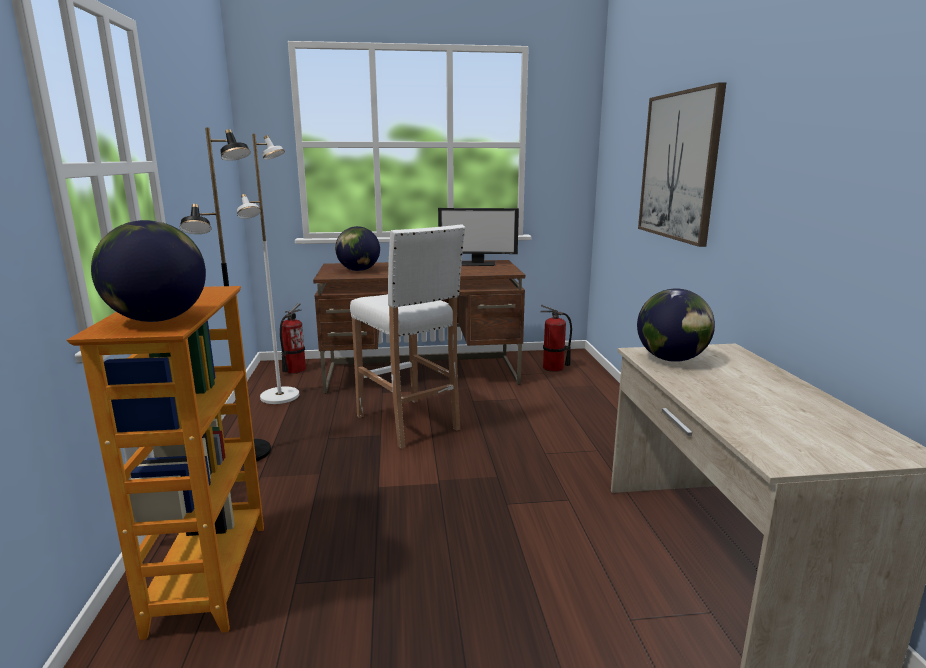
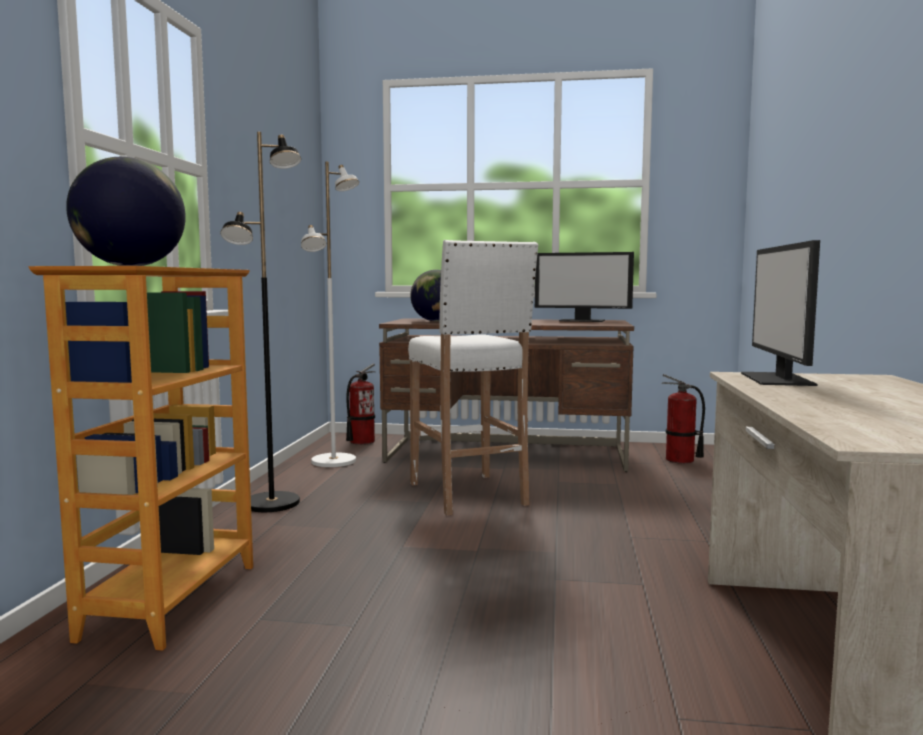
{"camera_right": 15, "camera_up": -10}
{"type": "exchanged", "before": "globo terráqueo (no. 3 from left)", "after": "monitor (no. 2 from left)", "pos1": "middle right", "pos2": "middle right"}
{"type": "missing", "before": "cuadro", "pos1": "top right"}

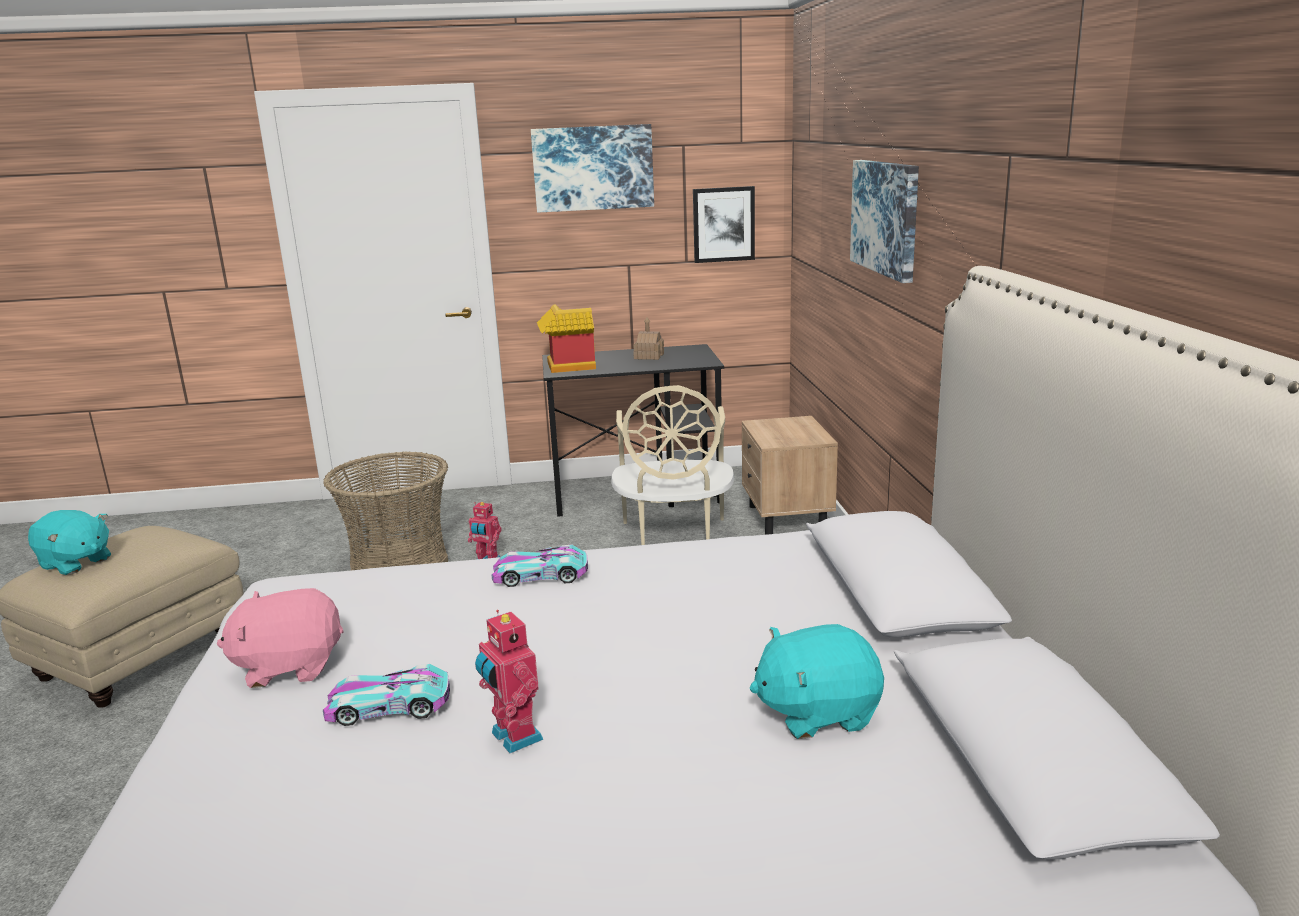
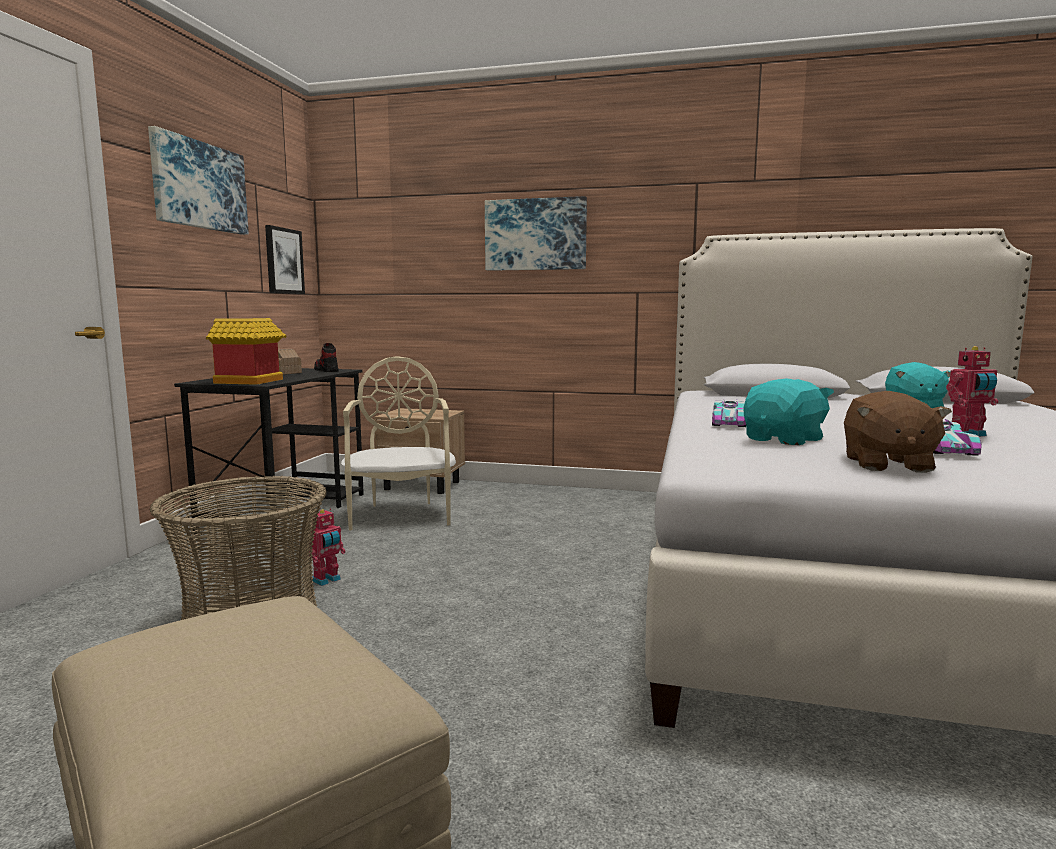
{"camera_right": -70, "camera_up": -10}
{"type": "relocated", "before": "peluche [turquesa] (no. 1 from left)", "pos1": "middle left", "pos2": "middle right"}
{"type": "colour", "before": "peluche [rosa]", "after": "peluche [marrón]", "pos1": "bottom left", "pos2": "middle right"}
{"type": "spun", "before": "silla [beis]", "pos1": "centre", "pos2": "centre", "turn": -120}
{"type": "appeared", "after": "zapato", "pos2": "middle left"}

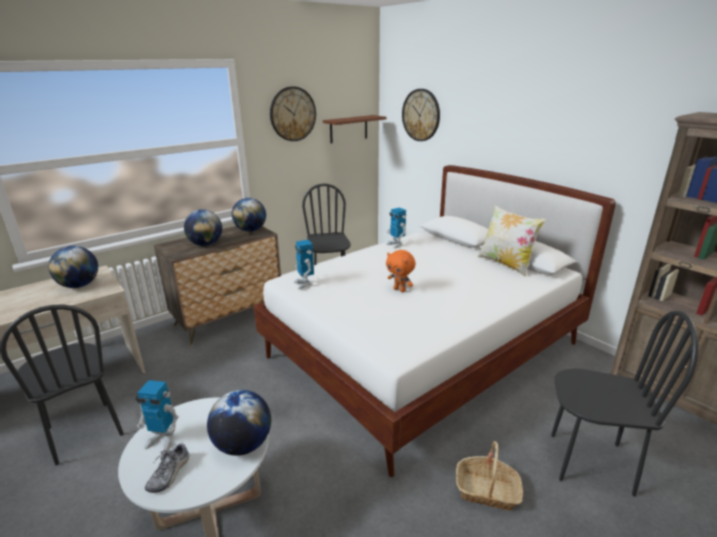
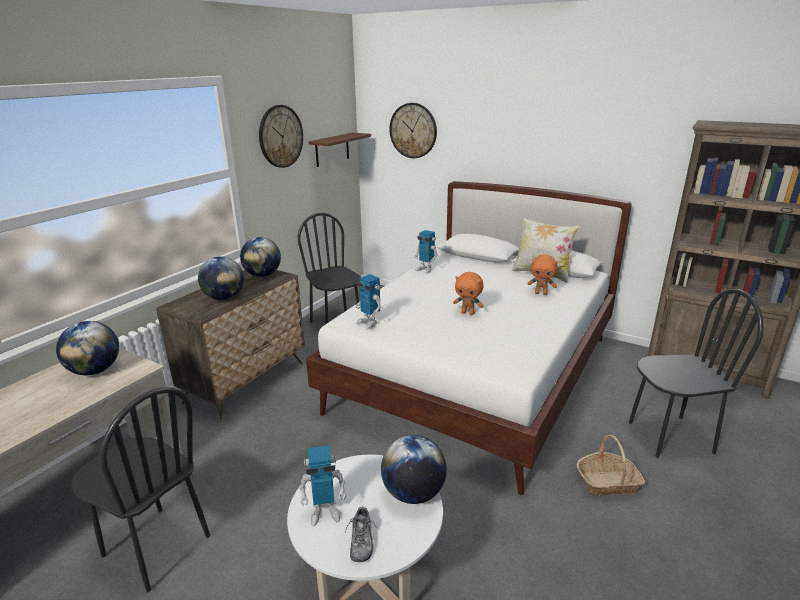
{"camera_right": -20, "camera_up": 0}
{"type": "appeared", "after": "peluche [naranja] (no. 2 from left)", "pos2": "middle right"}

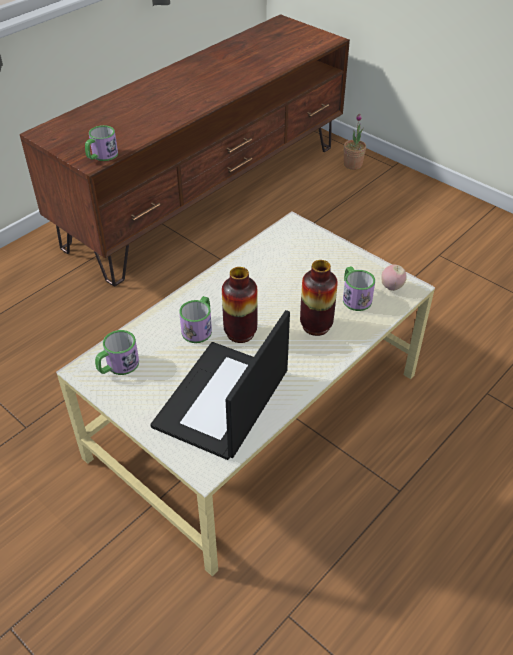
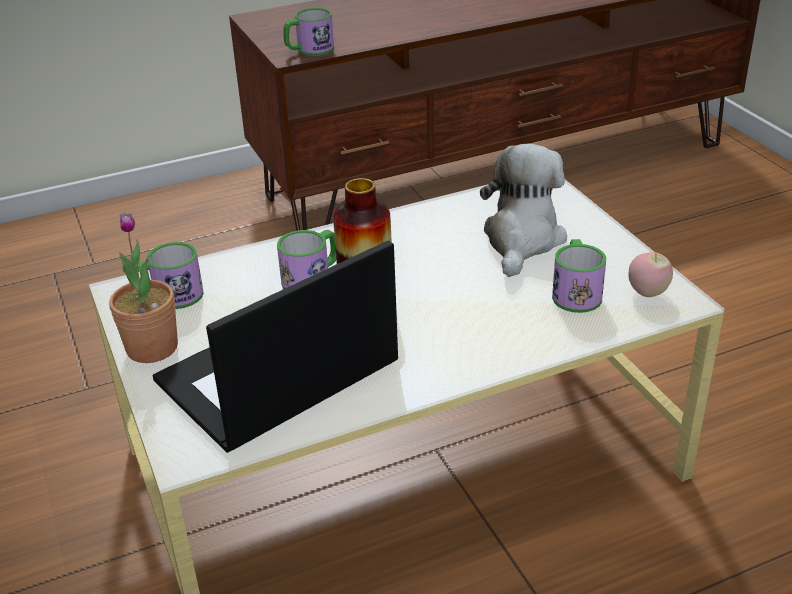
{"camera_right": 25, "camera_up": -10}
{"type": "missing", "before": "florero (no. 2 from left)", "pos1": "centre"}
{"type": "relocated", "before": "planta en maceta", "pos1": "top right", "pos2": "middle left"}
{"type": "appeared", "after": "peluche", "pos2": "centre"}

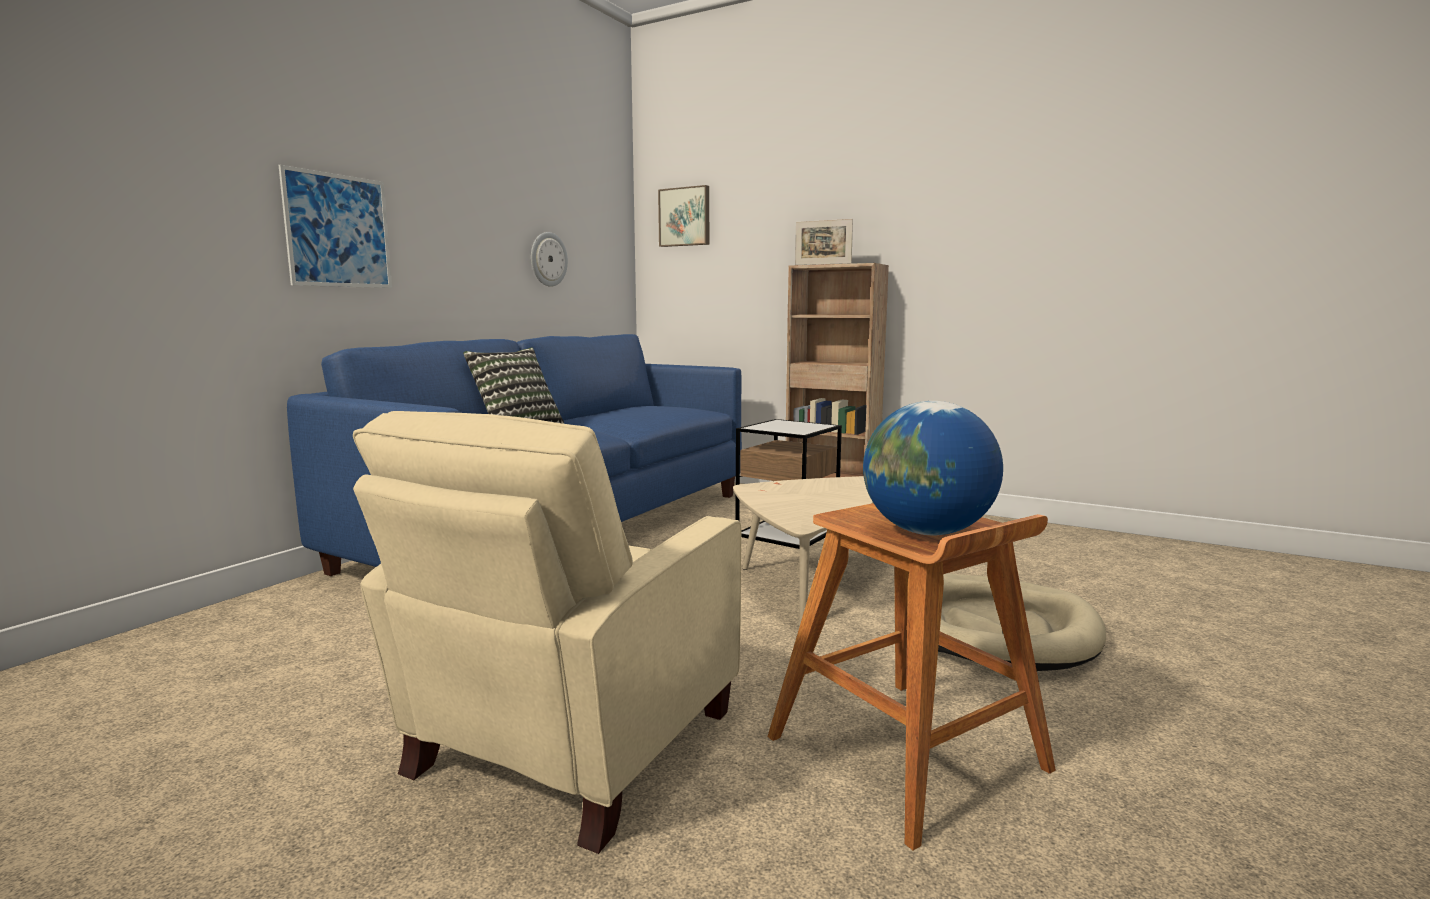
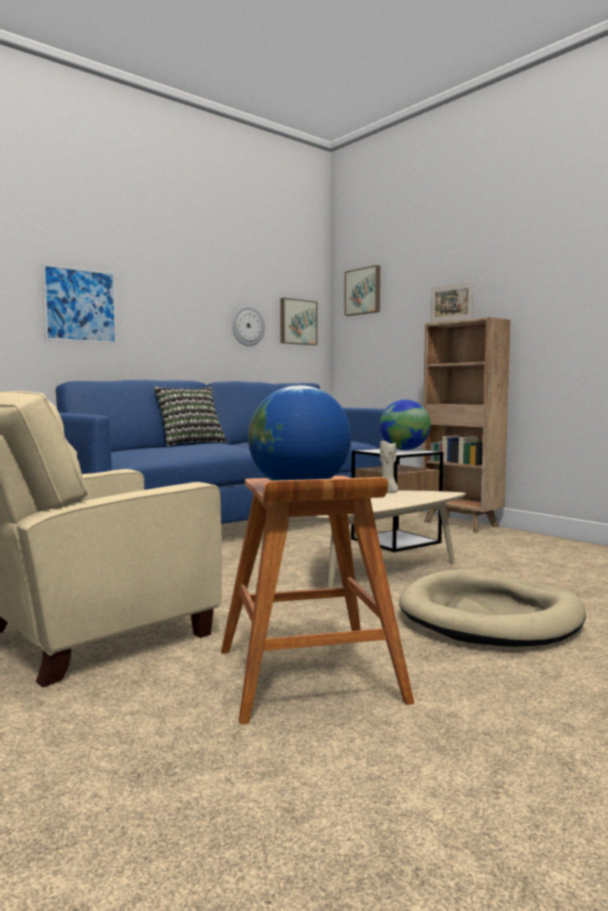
{"camera_right": 20, "camera_up": -5}
{"type": "appeared", "after": "cuadro (no. 2 from left)", "pos2": "centre"}
{"type": "appeared", "after": "globo terráqueo (no. 2 from left)", "pos2": "centre"}
{"type": "appeared", "after": "vela [beis]", "pos2": "centre"}

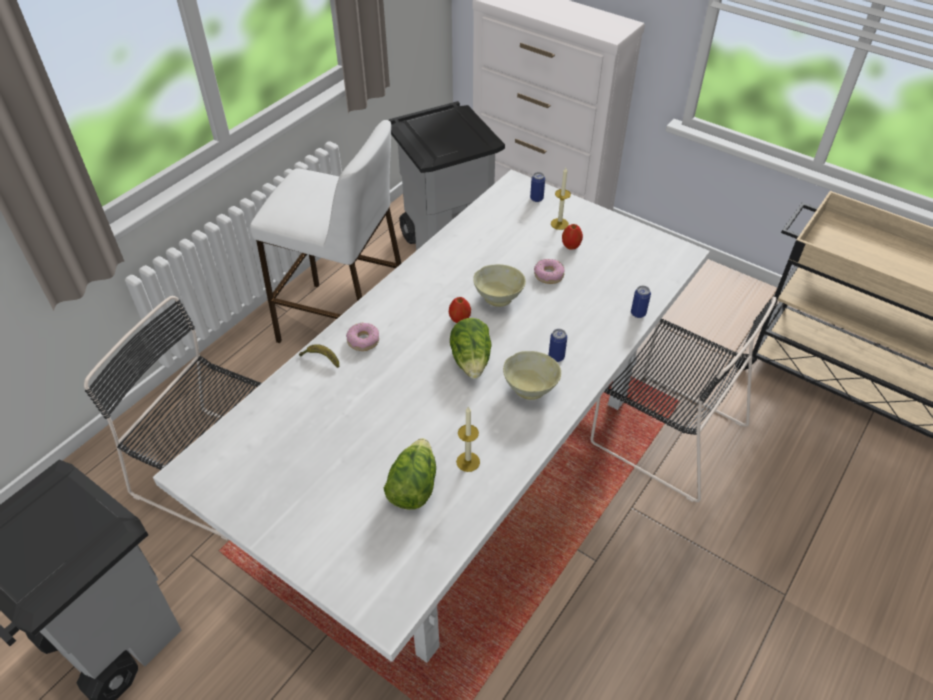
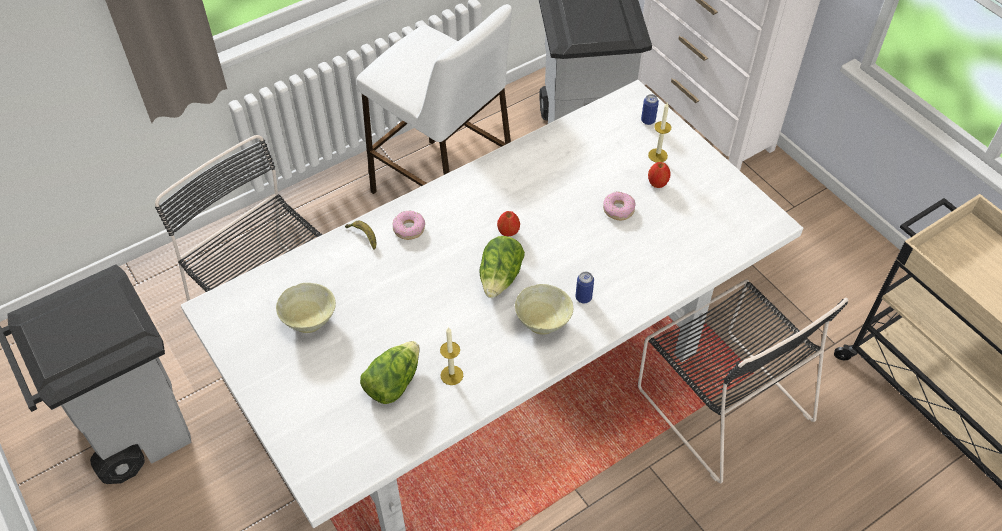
{"camera_right": 20, "camera_up": 5}
{"type": "relocated", "before": "cuenco [beis] (no. 1 from left)", "pos1": "centre", "pos2": "middle left"}
{"type": "missing", "before": "lata (no. 3 from left)", "pos1": "middle right"}

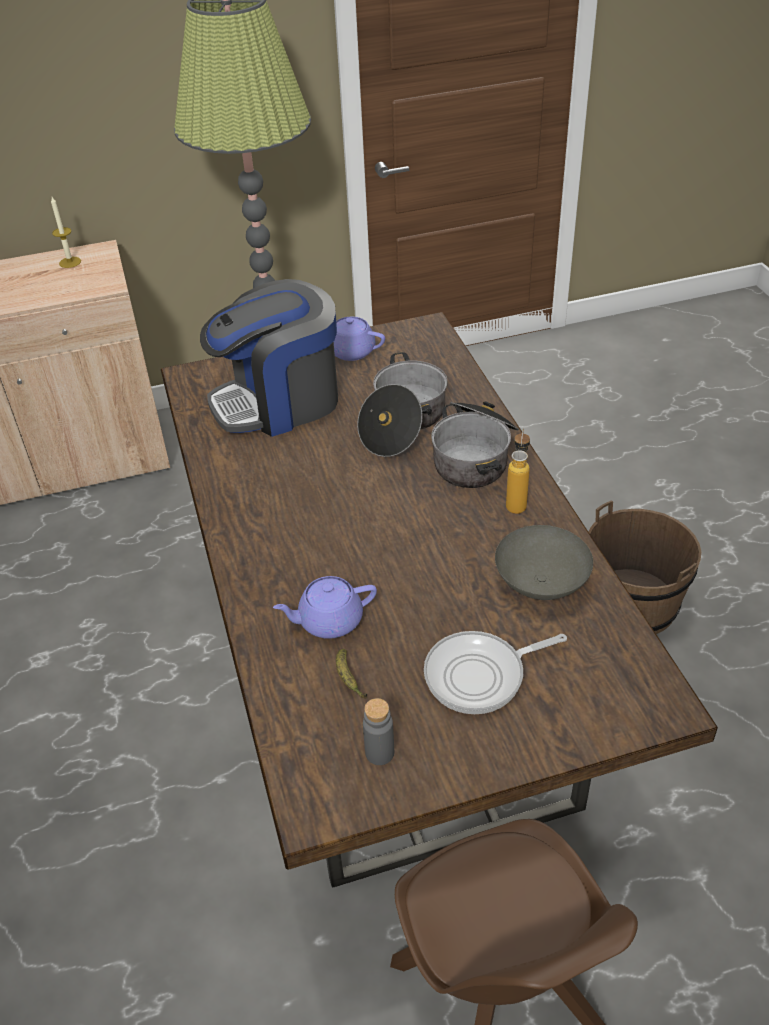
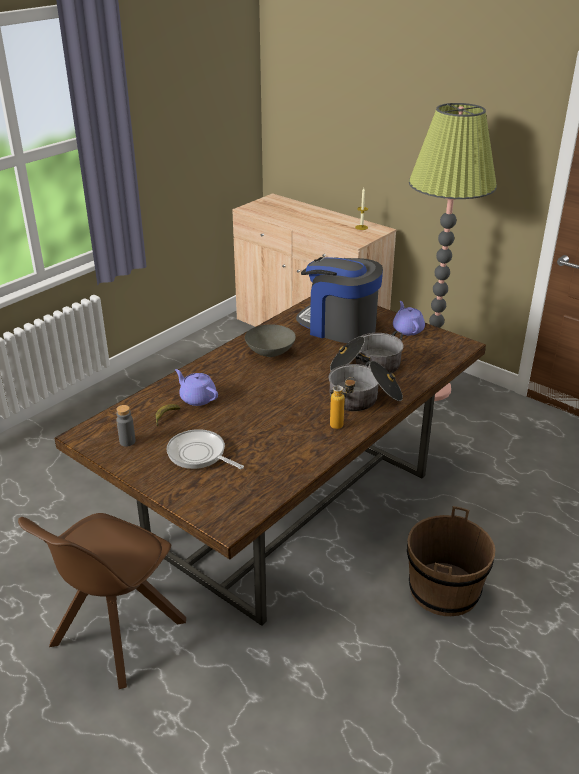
{"camera_right": 55, "camera_up": -10}
{"type": "relocated", "before": "cuenco [gris]", "pos1": "middle right", "pos2": "centre"}

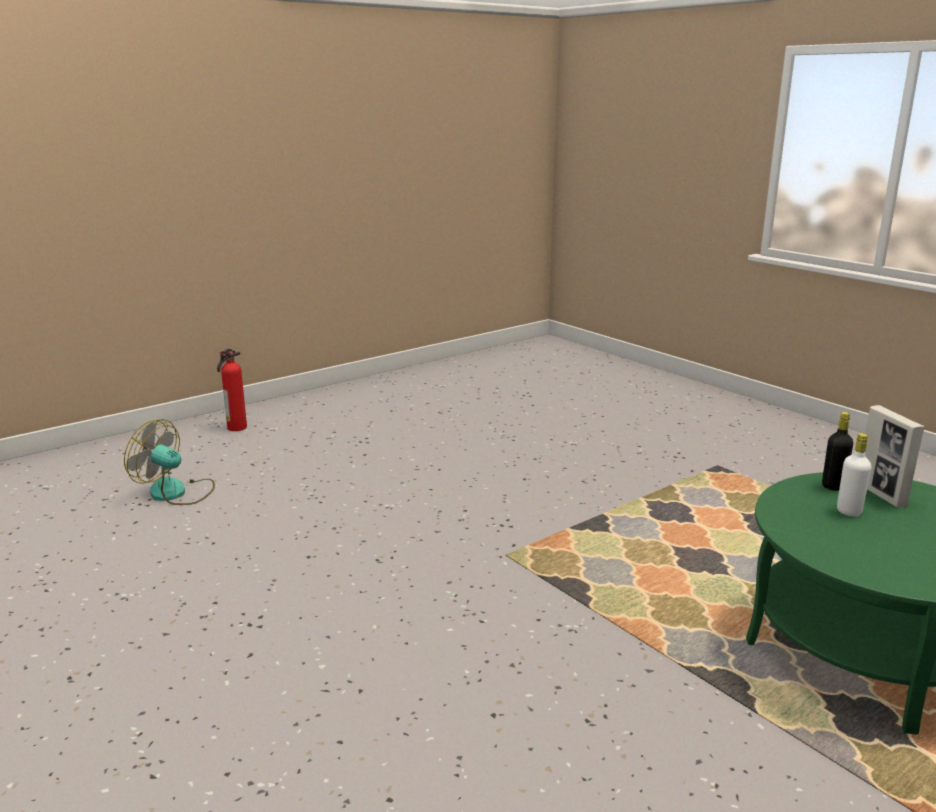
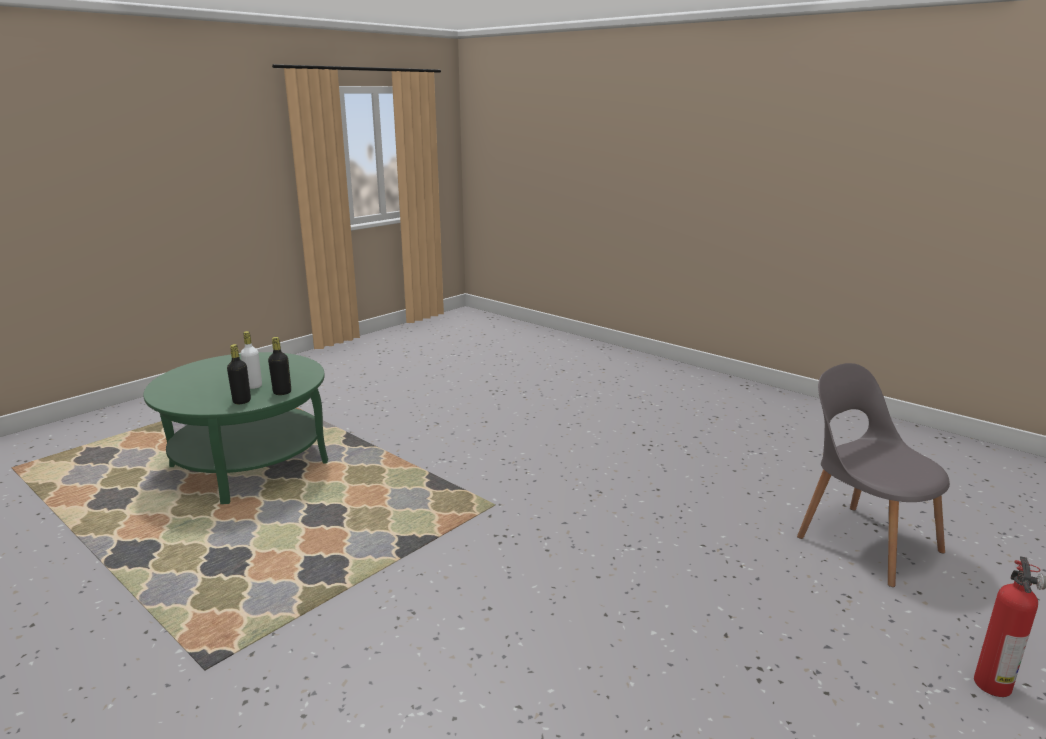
{"camera_right": 170, "camera_up": 0}
{"type": "exchanged", "before": "ventilador", "after": "silla [gris]", "pos1": "middle left", "pos2": "middle right"}
{"type": "missing", "before": "portarretratos", "pos1": "middle right"}
{"type": "appeared", "after": "botella [negro] (no. 2 from left)", "pos2": "middle left"}

